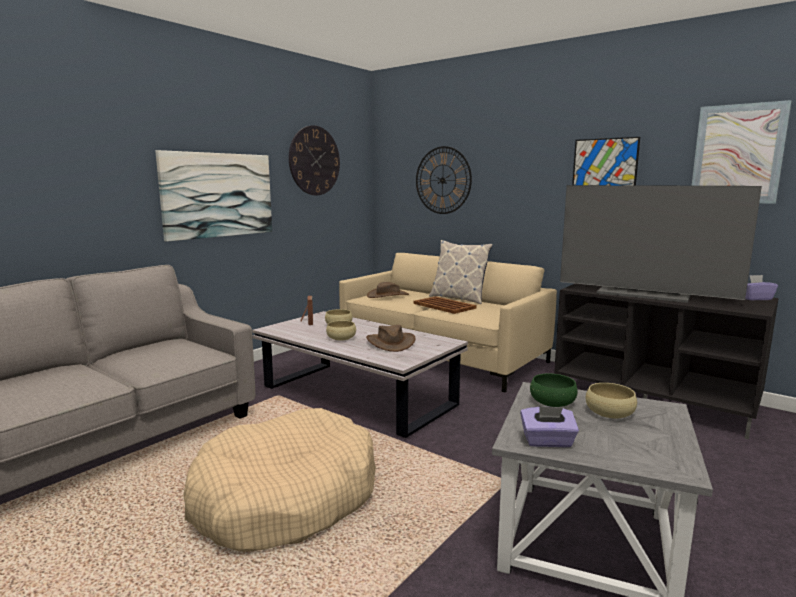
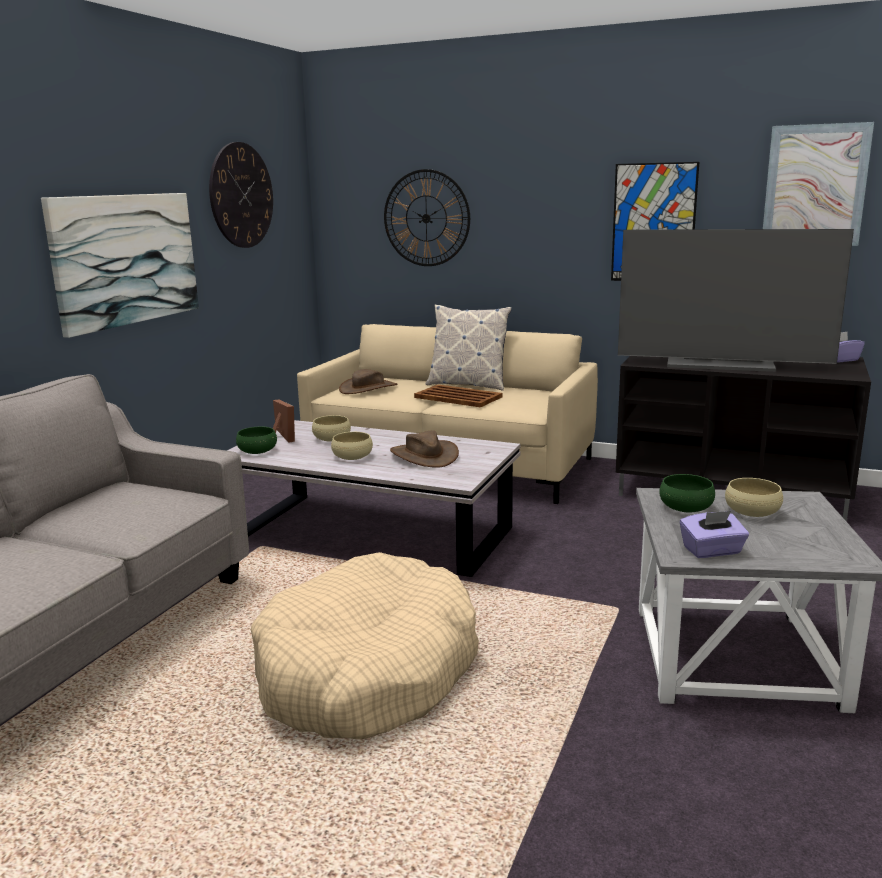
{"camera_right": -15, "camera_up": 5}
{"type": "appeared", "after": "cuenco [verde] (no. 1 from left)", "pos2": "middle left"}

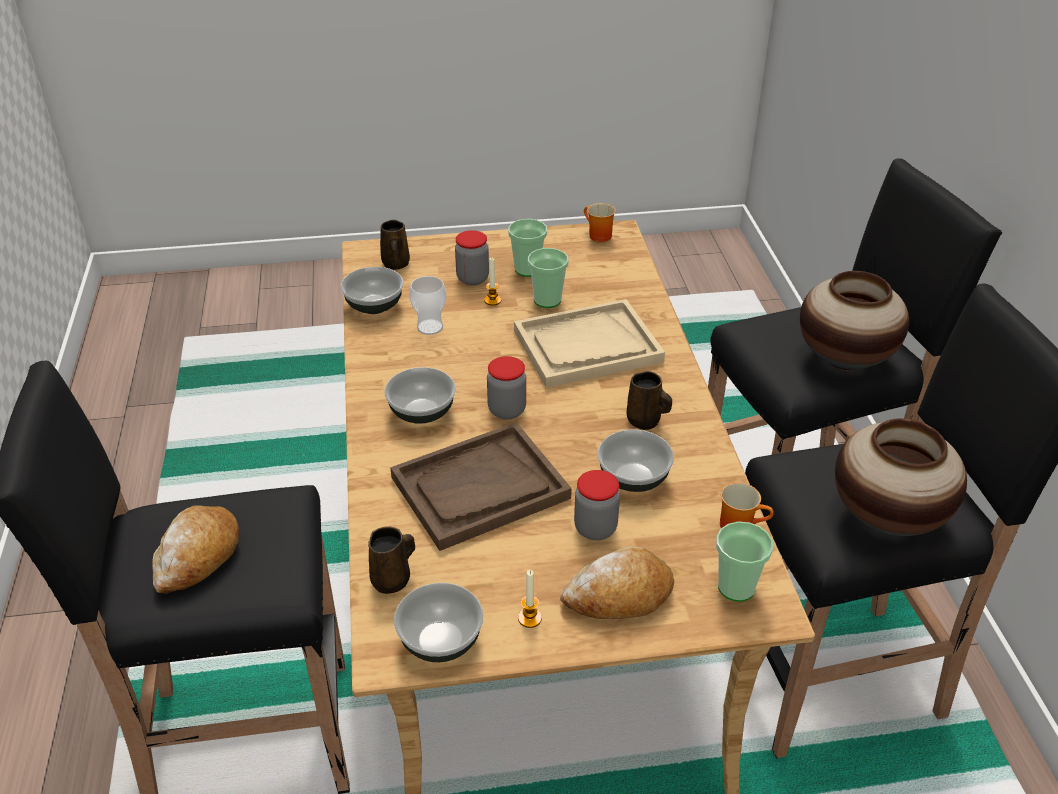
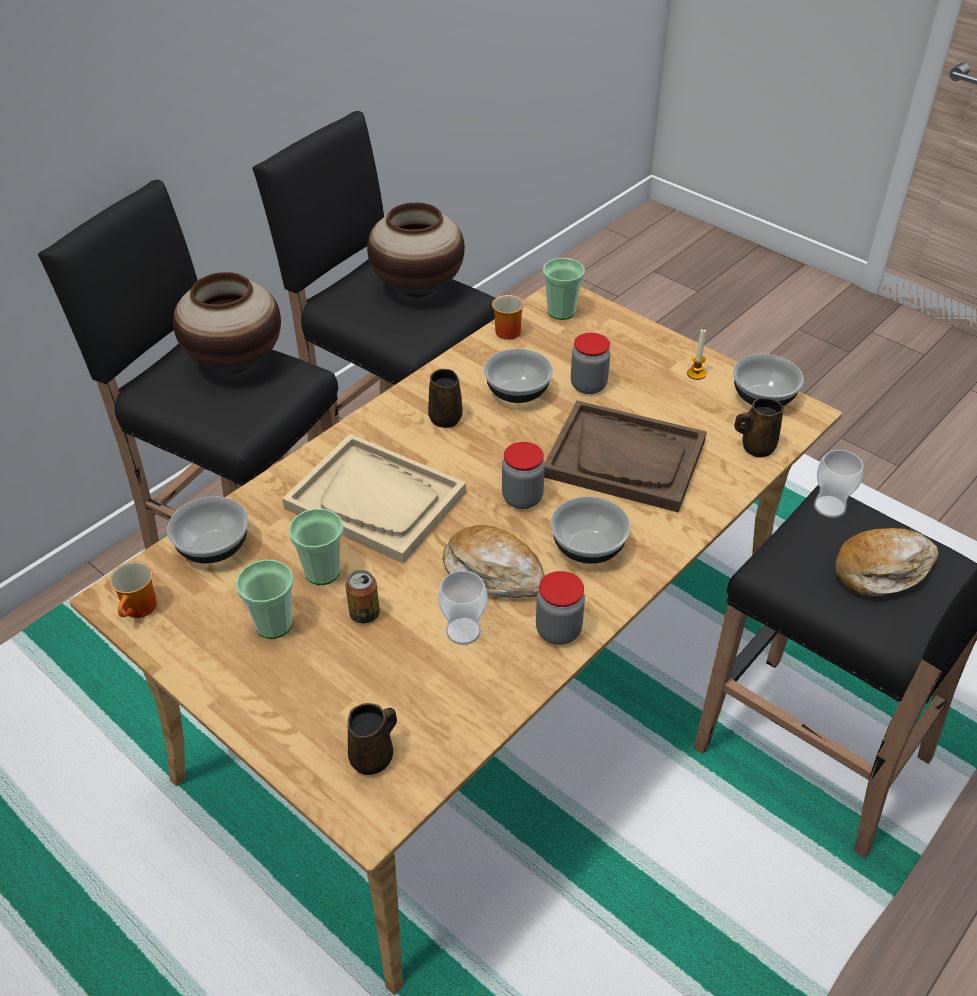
{"camera_right": -130, "camera_up": 5}
{"type": "relocated", "before": "cuenco (no. 1 from left)", "pos1": "centre", "pos2": "middle left"}
{"type": "relocated", "before": "tarro (no. 1 from left in the first image)", "after": "tarro (no. 2 from left)", "pos1": "top centre", "pos2": "centre"}
{"type": "exchanged", "before": "vela (no. 1 from left)", "after": "lata", "pos1": "centre", "pos2": "centre"}
{"type": "relocated", "before": "pan (no. 2 from left in the first image)", "after": "pan (no. 1 from left)", "pos1": "bottom centre", "pos2": "centre"}
{"type": "appeared", "after": "taza (no. 5 from left)", "pos2": "middle right"}

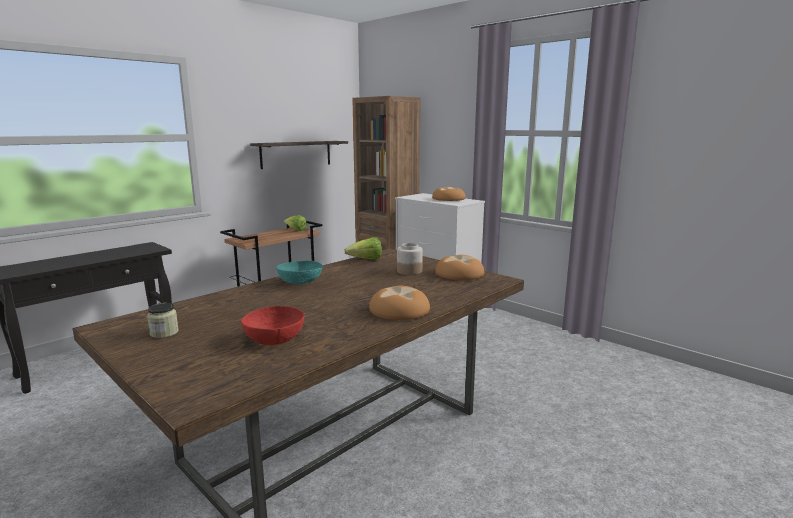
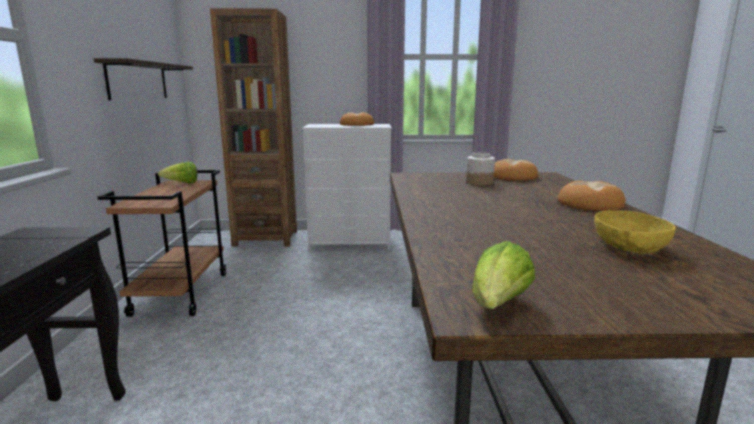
{"camera_right": -45, "camera_up": 0}
{"type": "missing", "before": "tarro (no. 1 from left)", "pos1": "middle left"}
{"type": "colour", "before": "cuenco [rojo]", "after": "cuenco [amarillo]", "pos1": "centre", "pos2": "middle right"}
{"type": "missing", "before": "cuenco [turquesa]", "pos1": "centre"}
{"type": "relocated", "before": "lechuga (no. 2 from left)", "pos1": "centre", "pos2": "middle right"}

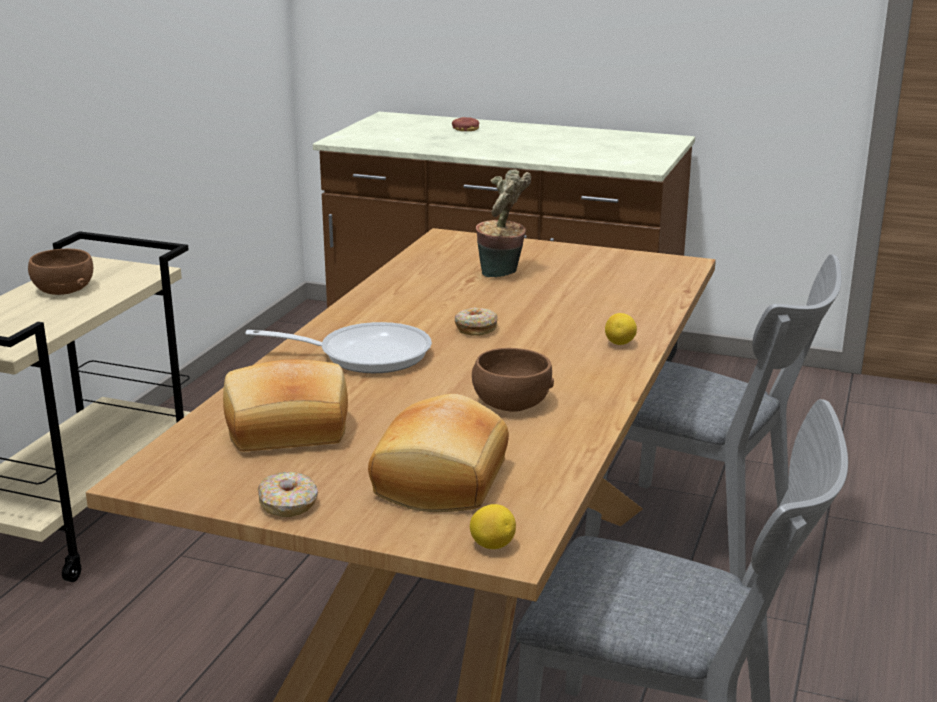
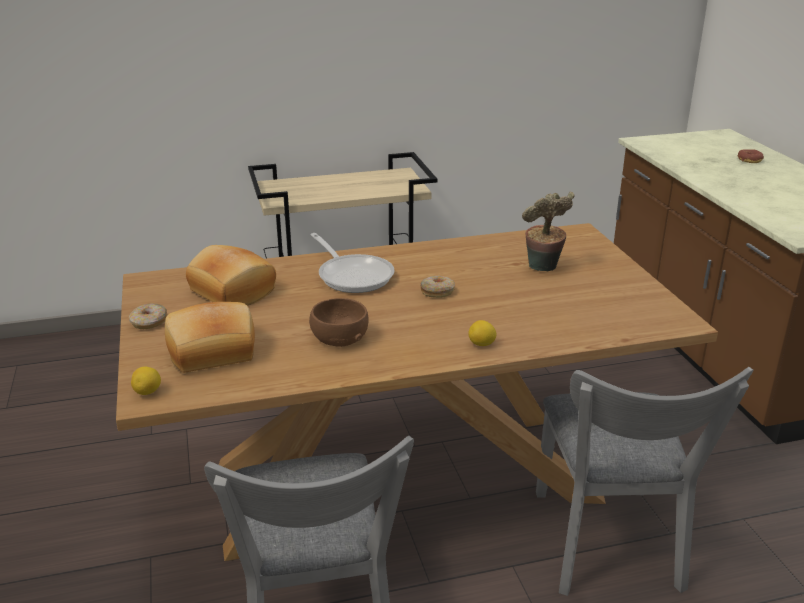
{"camera_right": 55, "camera_up": 5}
{"type": "missing", "before": "cuenco [marrón] (no. 1 from left)", "pos1": "middle left"}

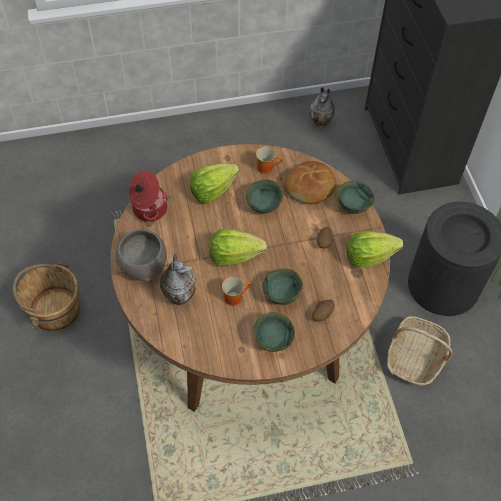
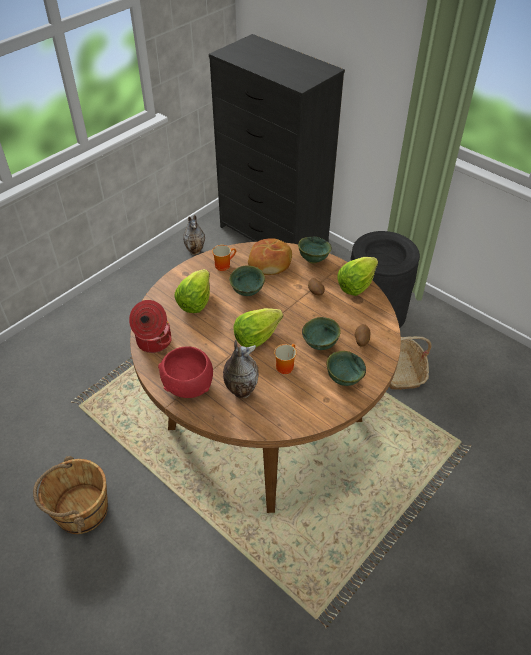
{"camera_right": -35, "camera_up": -10}
{"type": "colour", "before": "cuenco [gris]", "after": "cuenco [rojo]", "pos1": "middle left", "pos2": "centre"}

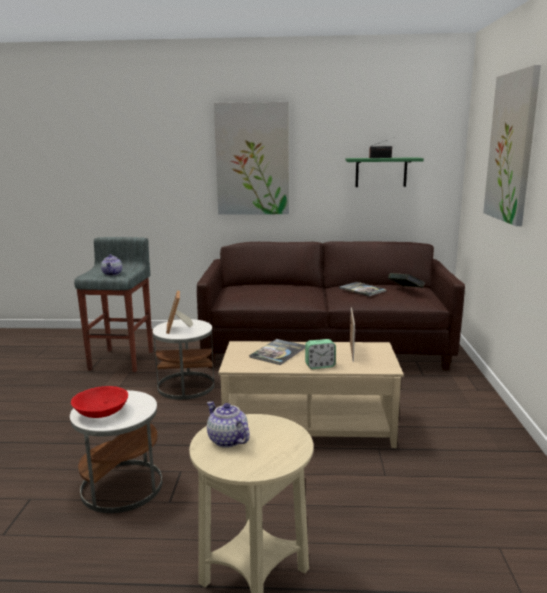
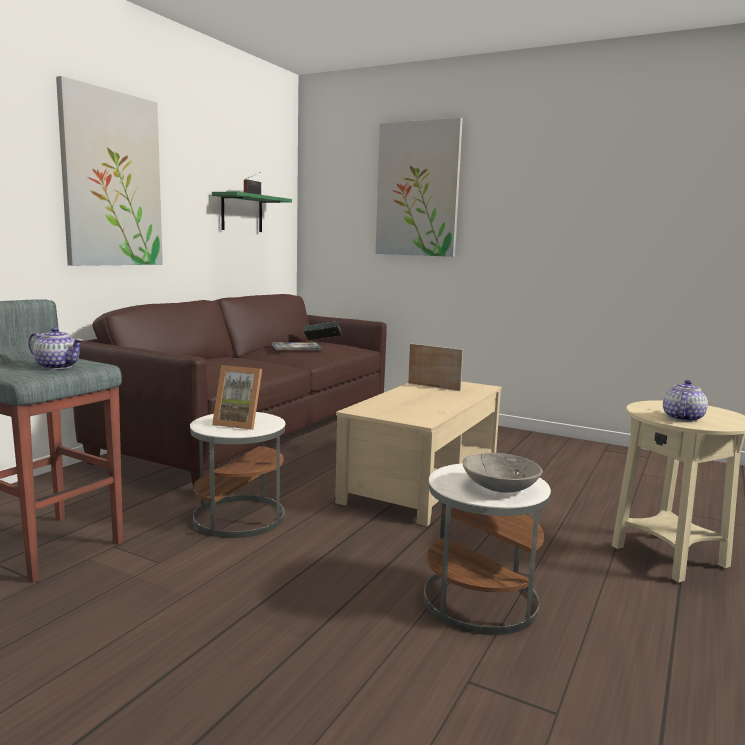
{"camera_right": -65, "camera_up": -5}
{"type": "colour", "before": "cuenco [rojo]", "after": "cuenco [gris]", "pos1": "bottom left", "pos2": "middle right"}
{"type": "spun", "before": "tetera (no. 2 from left)", "pos1": "bottom centre", "pos2": "middle right", "turn": 135}
{"type": "missing", "before": "libro (no. 1 from left)", "pos1": "centre"}
{"type": "missing", "before": "despertador", "pos1": "centre"}

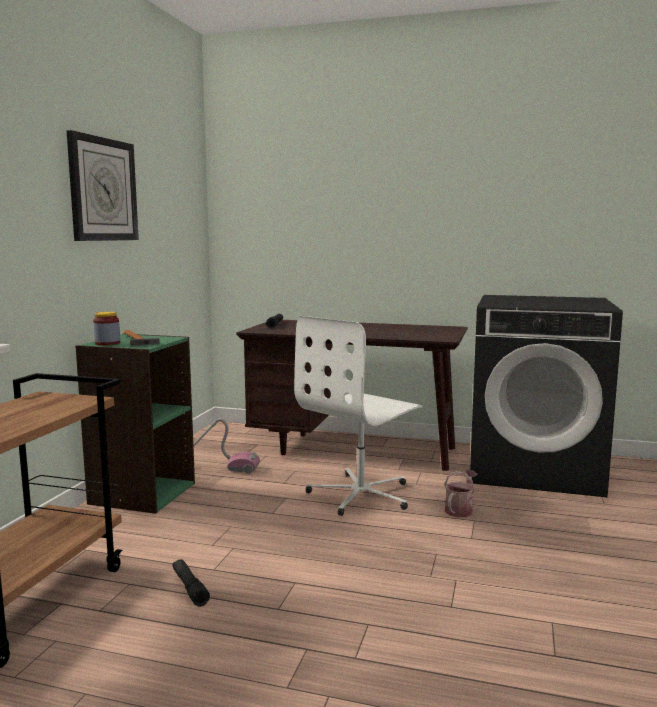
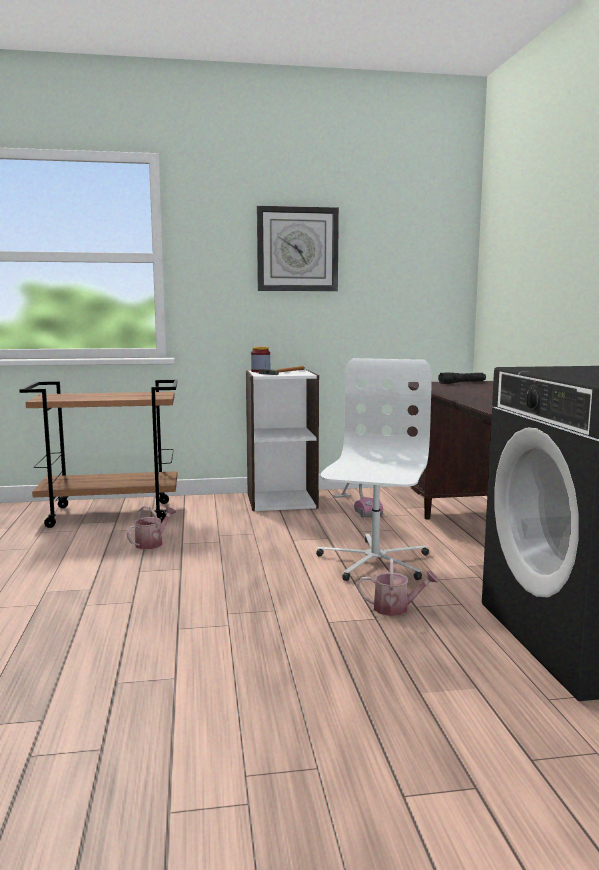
{"camera_right": 65, "camera_up": 0}
{"type": "colour", "before": "estantería [verde]", "after": "estantería [blanco]", "pos1": "middle left", "pos2": "centre"}
{"type": "exchanged", "before": "linterna [negro] (no. 1 from left)", "after": "regadera (no. 1 from left)", "pos1": "bottom left", "pos2": "middle left"}
{"type": "spun", "before": "silla de oficina [blanco]", "pos1": "centre", "pos2": "centre", "turn": 90}

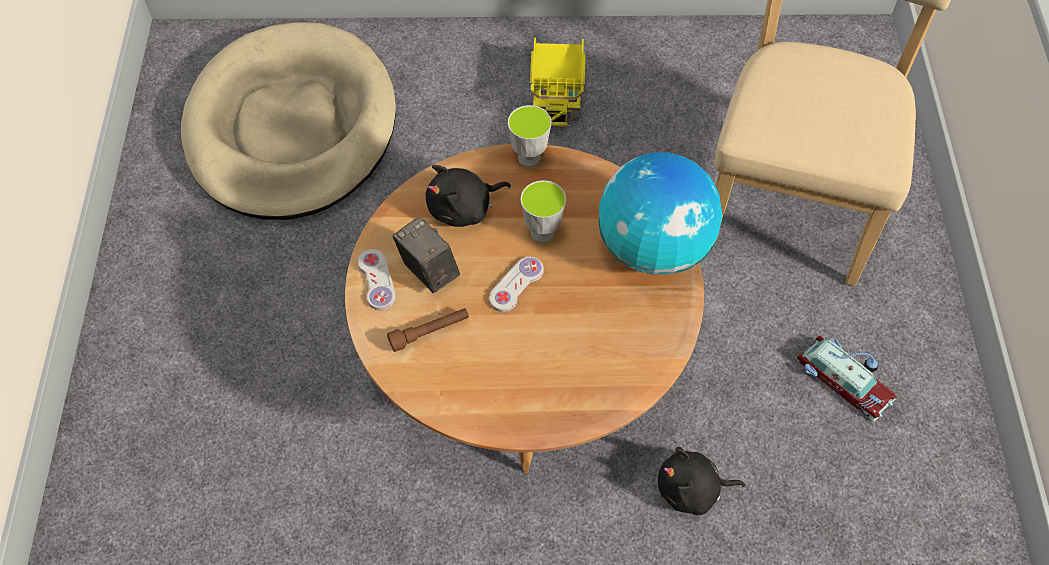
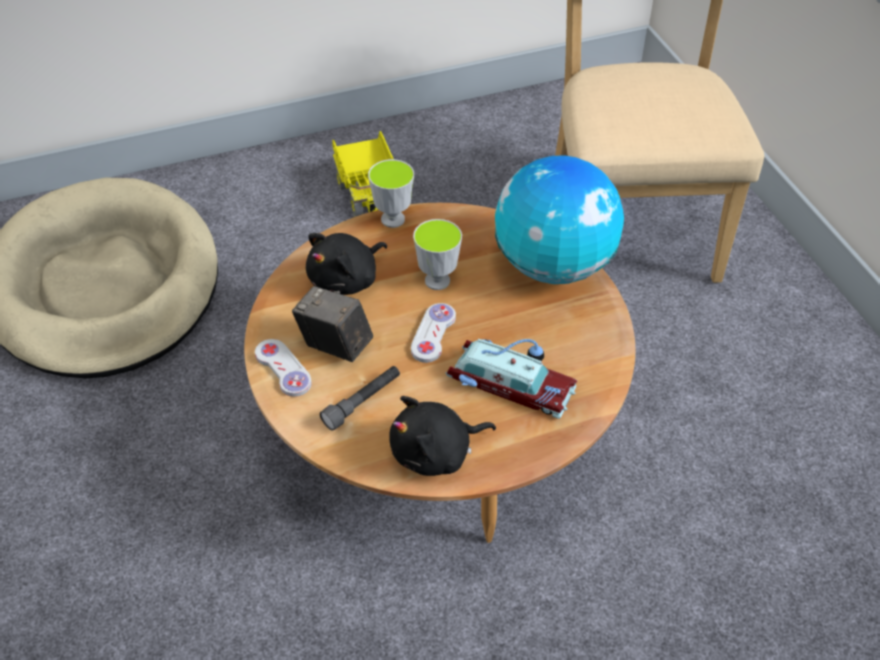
{"camera_right": -20, "camera_up": -10}
{"type": "colour", "before": "linterna [marrón]", "after": "linterna [gris]", "pos1": "centre", "pos2": "centre"}
{"type": "relocated", "before": "peluche [negro] (no. 2 from left)", "pos1": "bottom right", "pos2": "centre"}
{"type": "relocated", "before": "coche de juguete", "pos1": "bottom right", "pos2": "centre"}

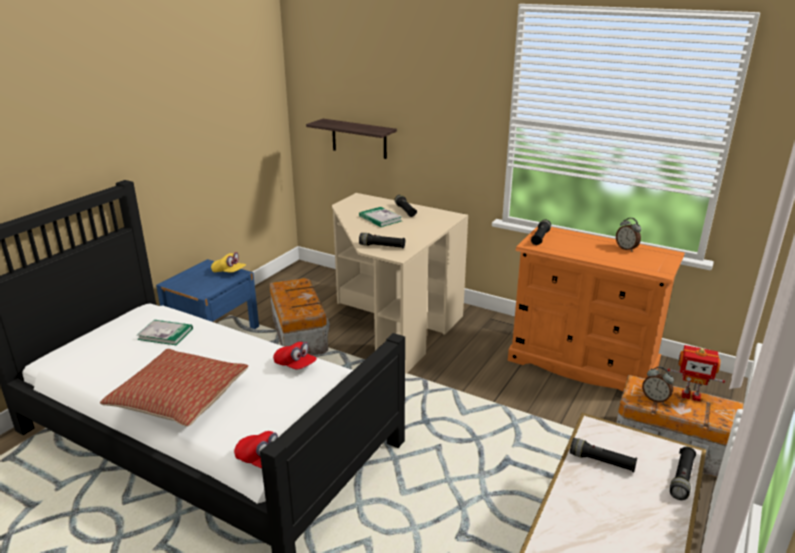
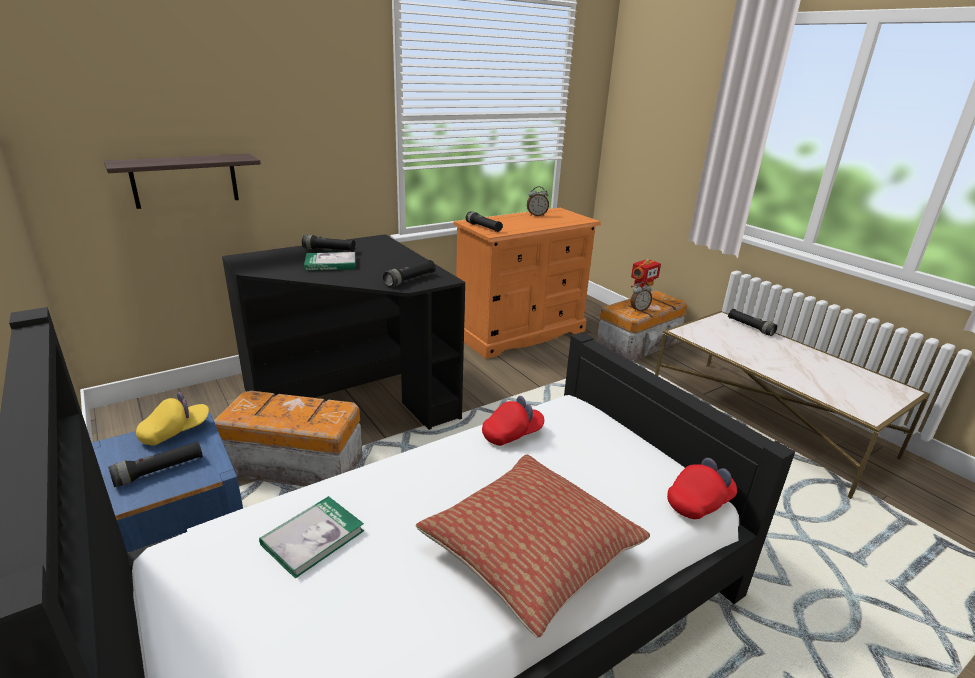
{"camera_right": -65, "camera_up": 0}
{"type": "colour", "before": "escritorio [beis]", "after": "escritorio [negro]", "pos1": "centre", "pos2": "centre"}
{"type": "relocated", "before": "linterna [negro] (no. 4 from left in the first image)", "after": "linterna [negro] (no. 1 from left)", "pos1": "bottom right", "pos2": "bottom left"}

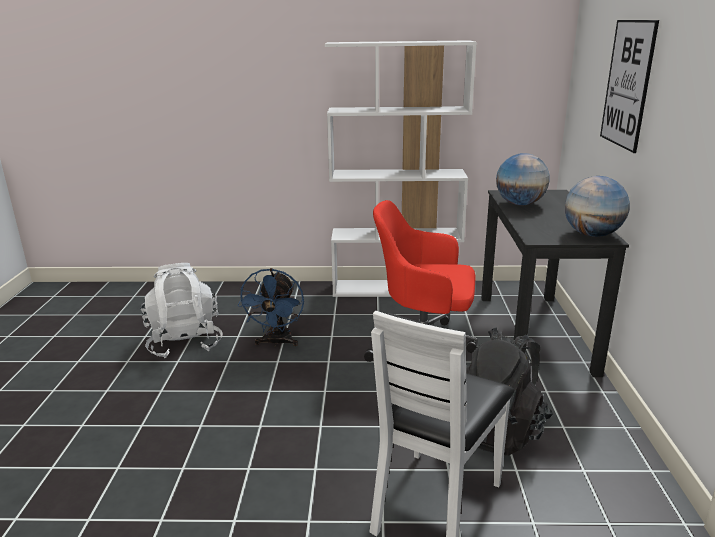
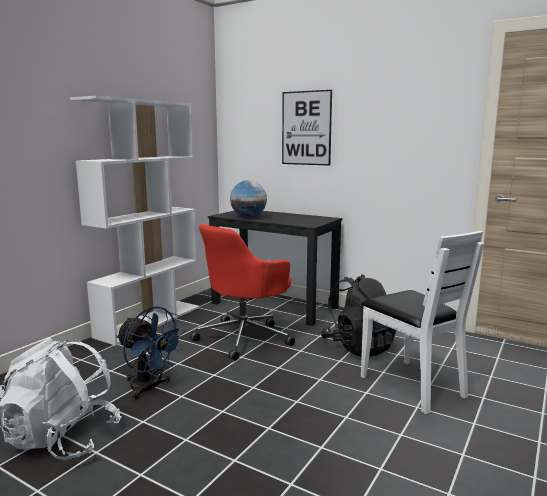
{"camera_right": -60, "camera_up": -10}
{"type": "missing", "before": "globo terráqueo (no. 2 from left)", "pos1": "middle right"}

